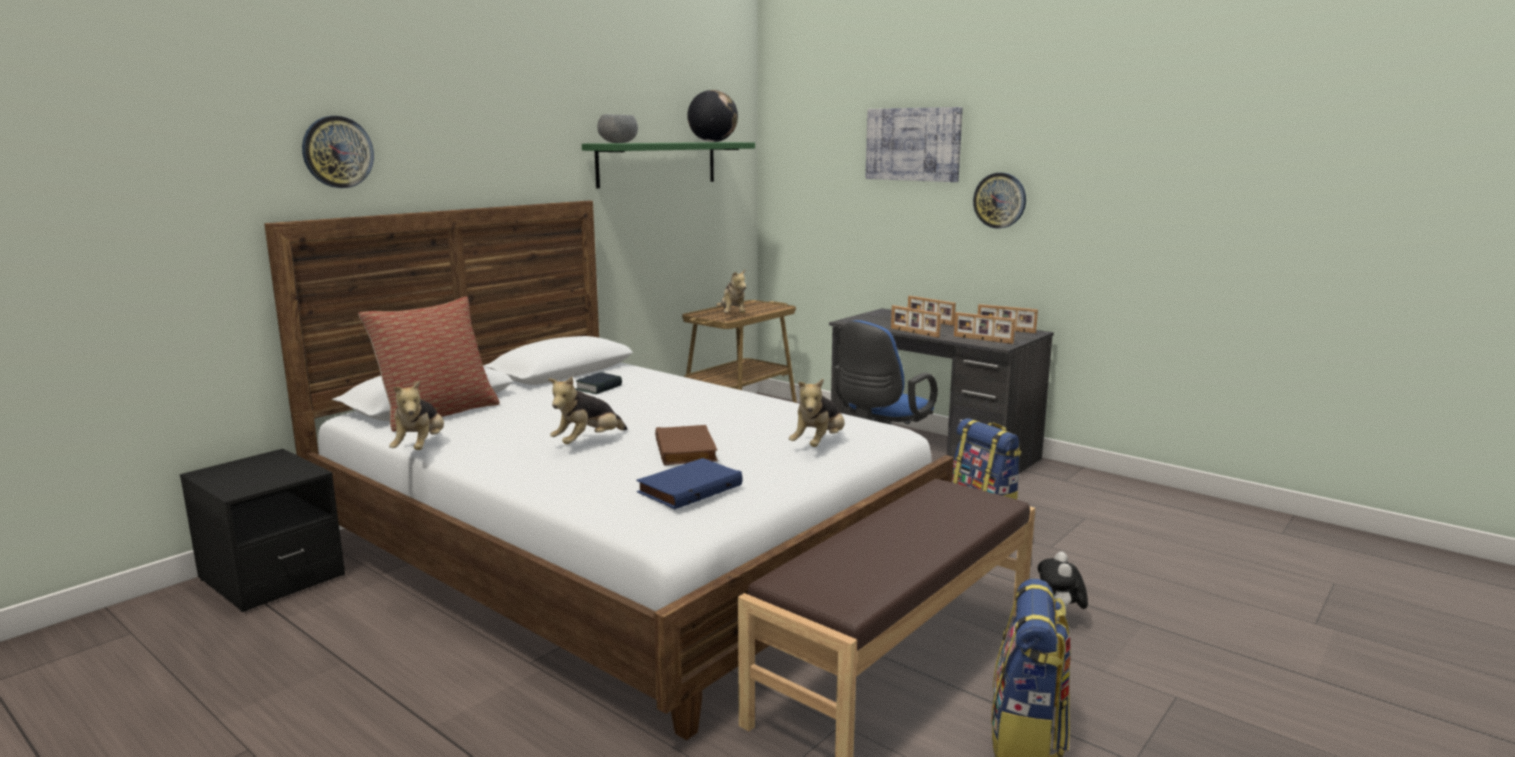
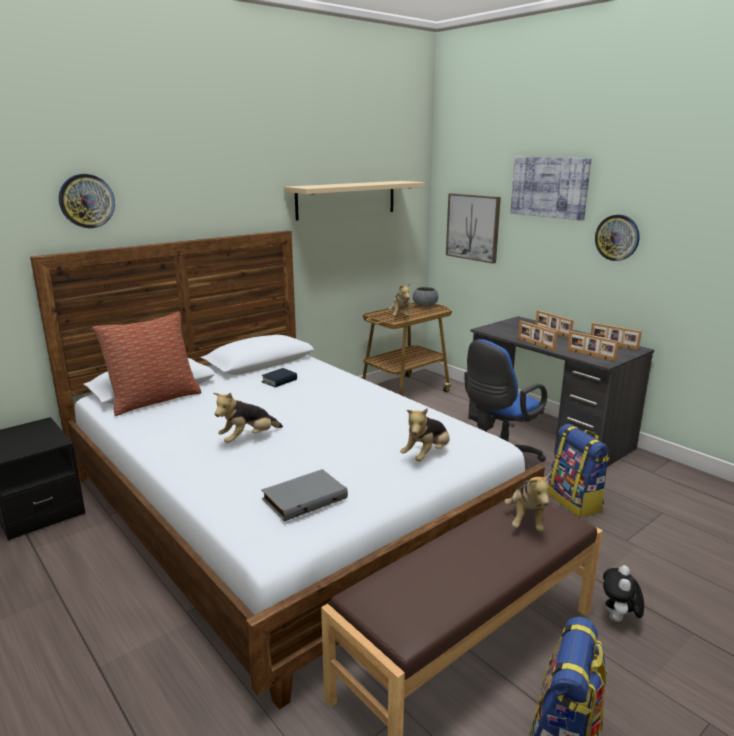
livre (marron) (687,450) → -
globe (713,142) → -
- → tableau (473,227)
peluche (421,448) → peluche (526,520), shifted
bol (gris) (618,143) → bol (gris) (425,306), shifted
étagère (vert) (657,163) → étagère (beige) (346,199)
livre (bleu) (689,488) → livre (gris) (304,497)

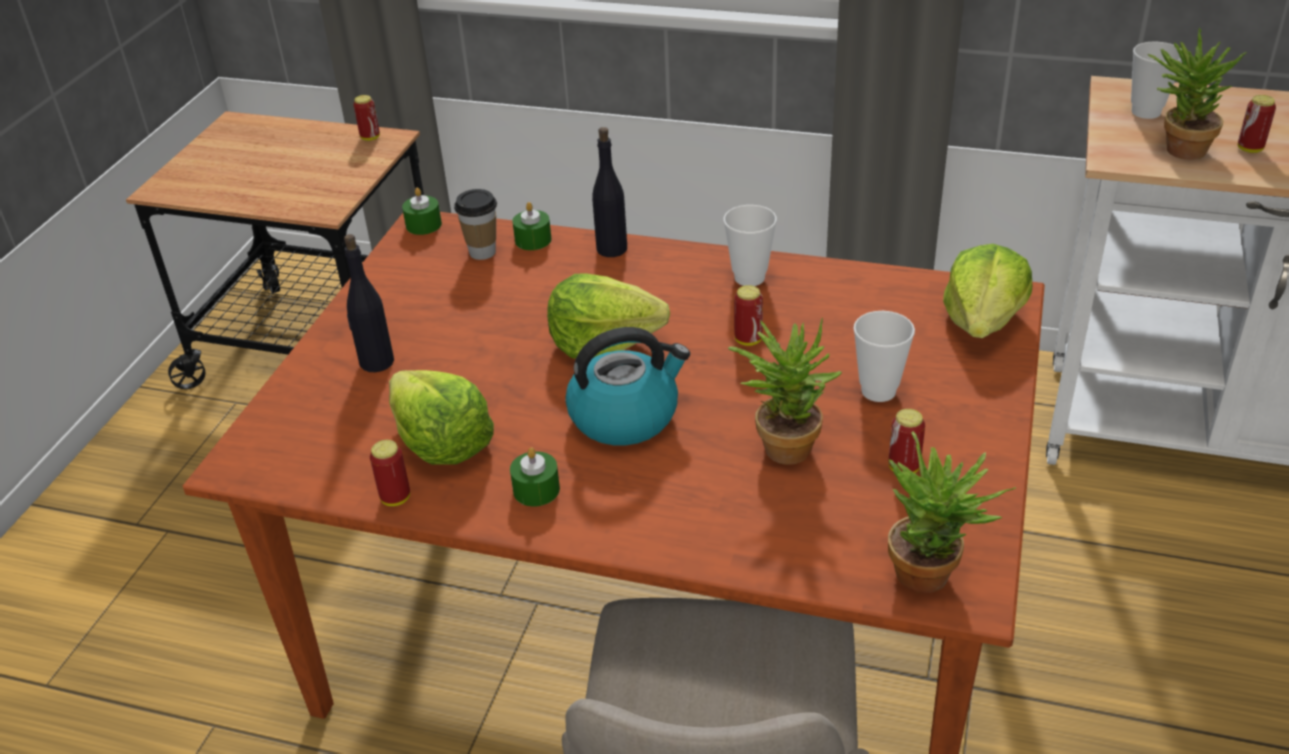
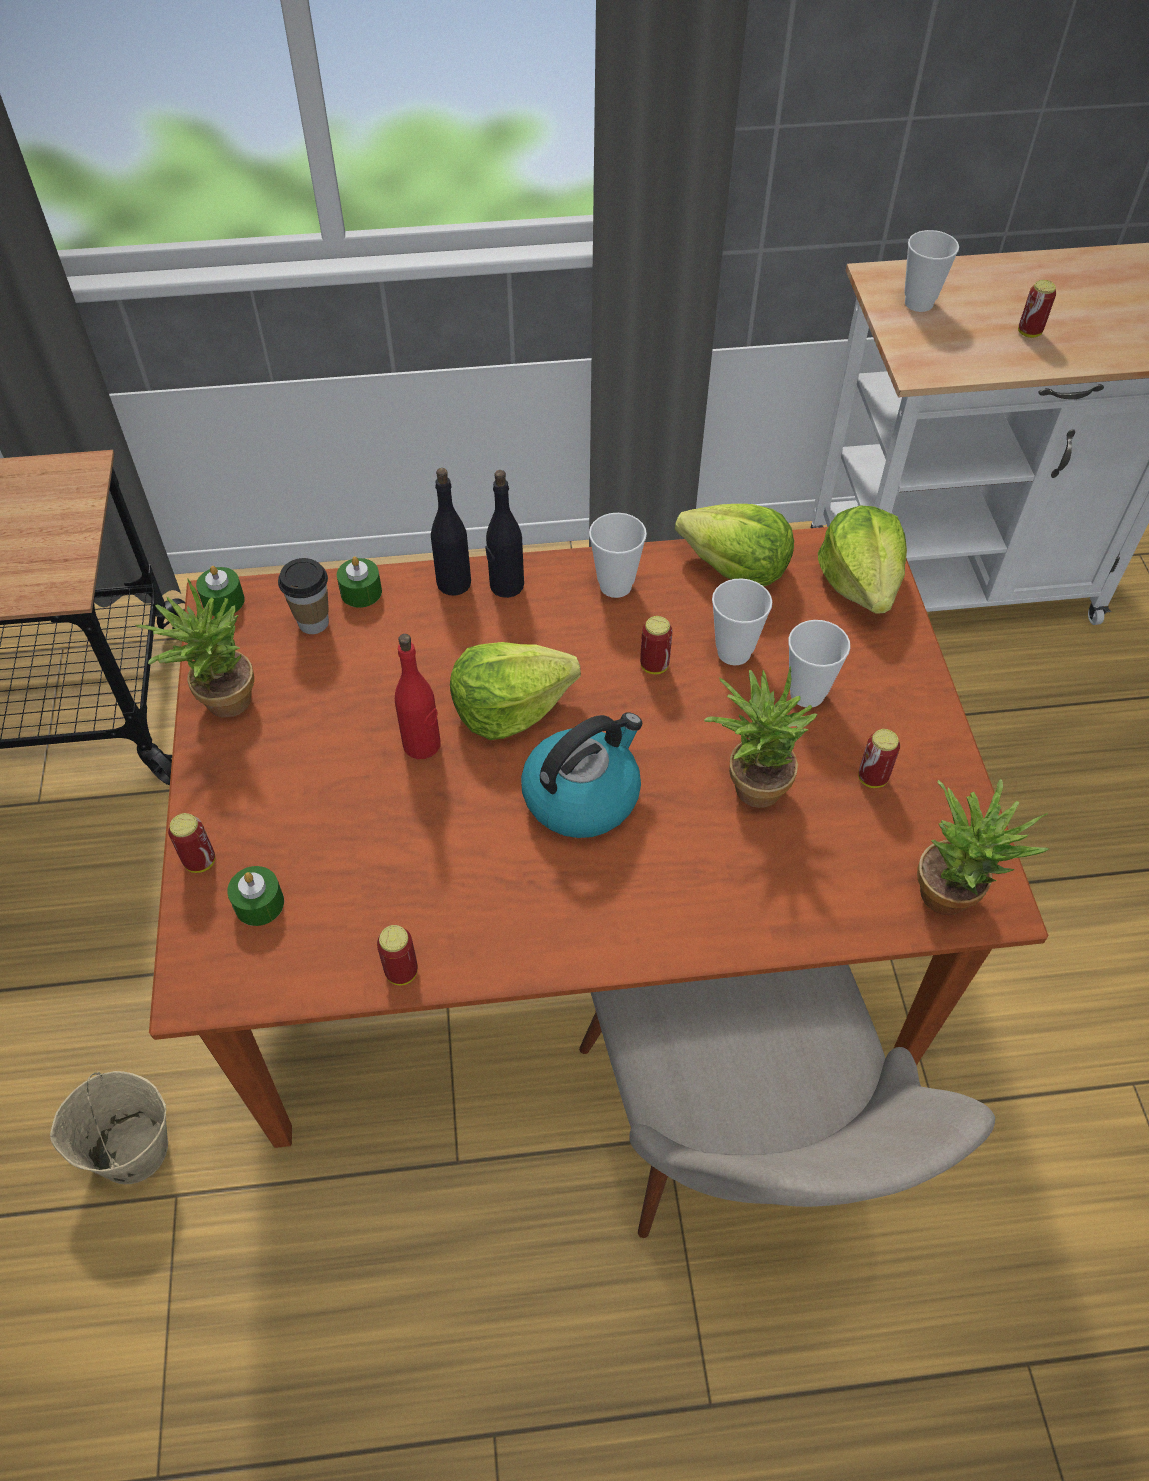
- → seau (beige) (131,1150)
- → bouteille (rouge) (422,745)
- → tasse (734,652)
bouteille (noir) (376,362) → bouteille (noir) (506,585), shifted
boîte métallique (370,137) → boîte métallique (200,861), shifted
laitue (441,443) → laitue (735,568), shifted
bougie (vert) (536,490) → bougie (vert) (259,904), shifted
plante en pot (1177,149) → plante en pot (219,700), shifted

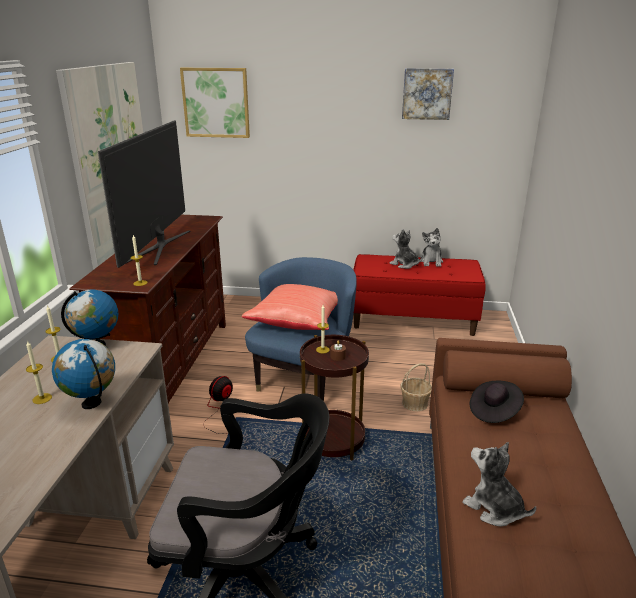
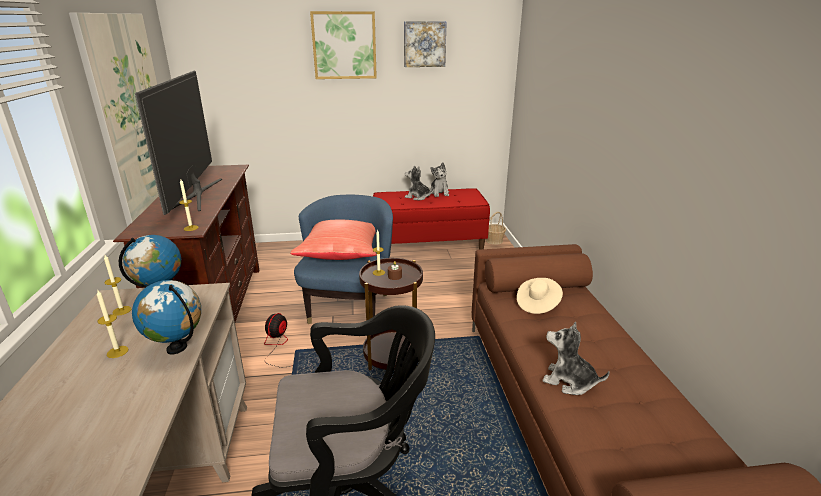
tableau (216,102) → tableau (344,45), shifted
panier (415,403) → panier (494,240), shifted
chapeau (noir) (494,411) → chapeau (beige) (537,304)

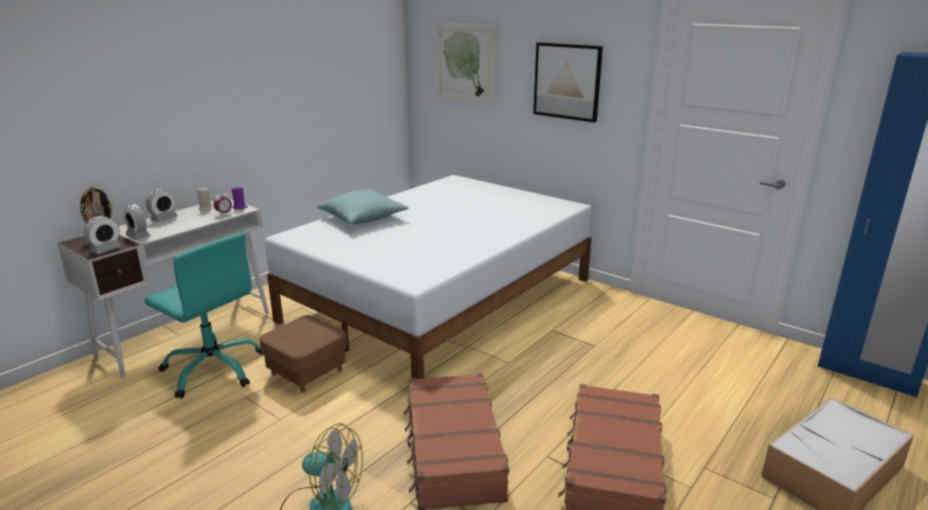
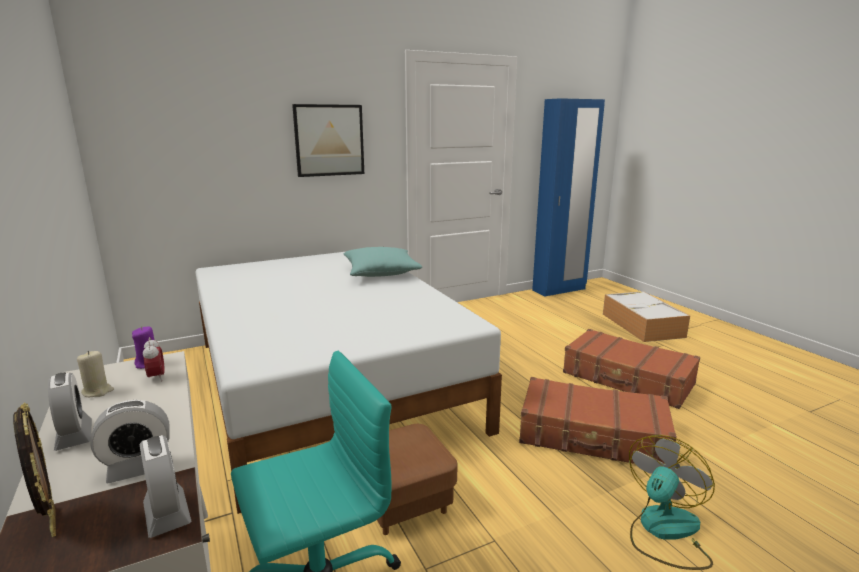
tableau (464,63) → -
coussin (turquoise) (363,218) → coussin (turquoise) (381,273), shifted

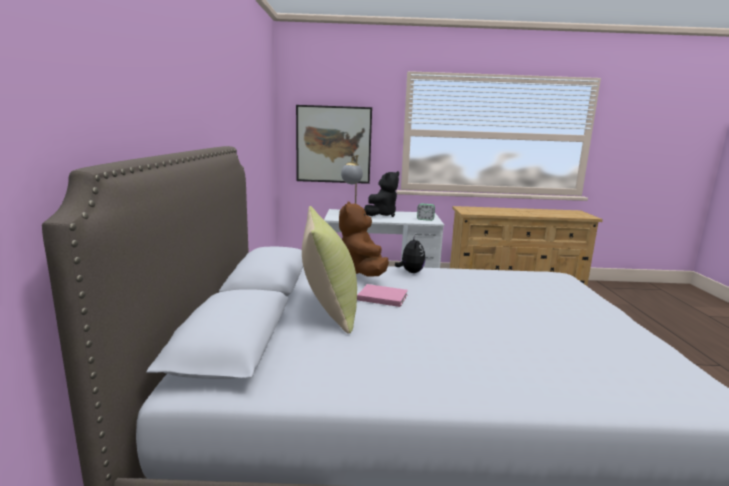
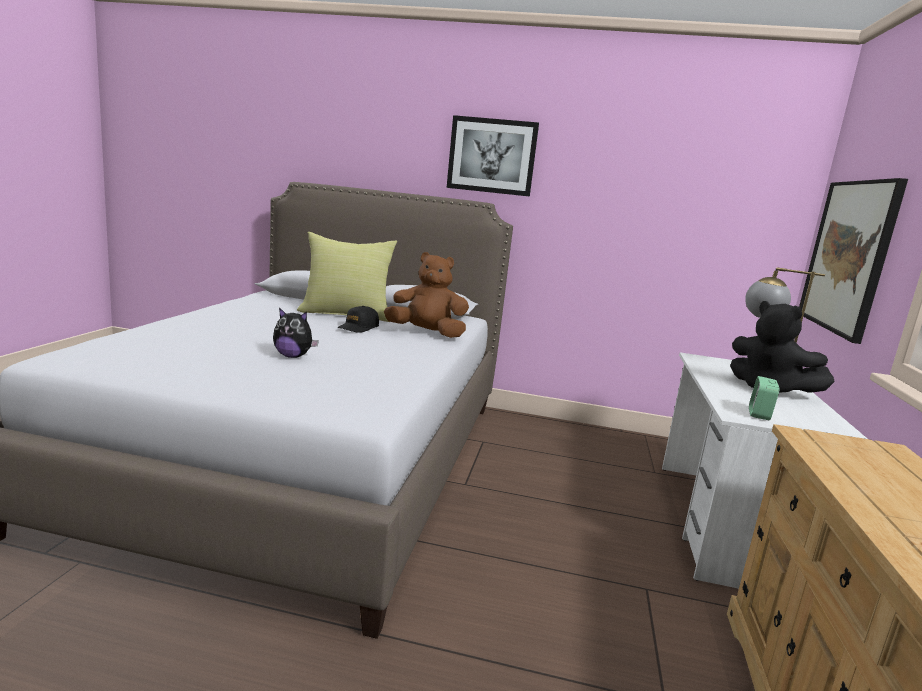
- → tableau (492,156)
peluche (410,272) → peluche (293,356), shifted
livre (rose) (381,297) → casquette (noir) (358,327)

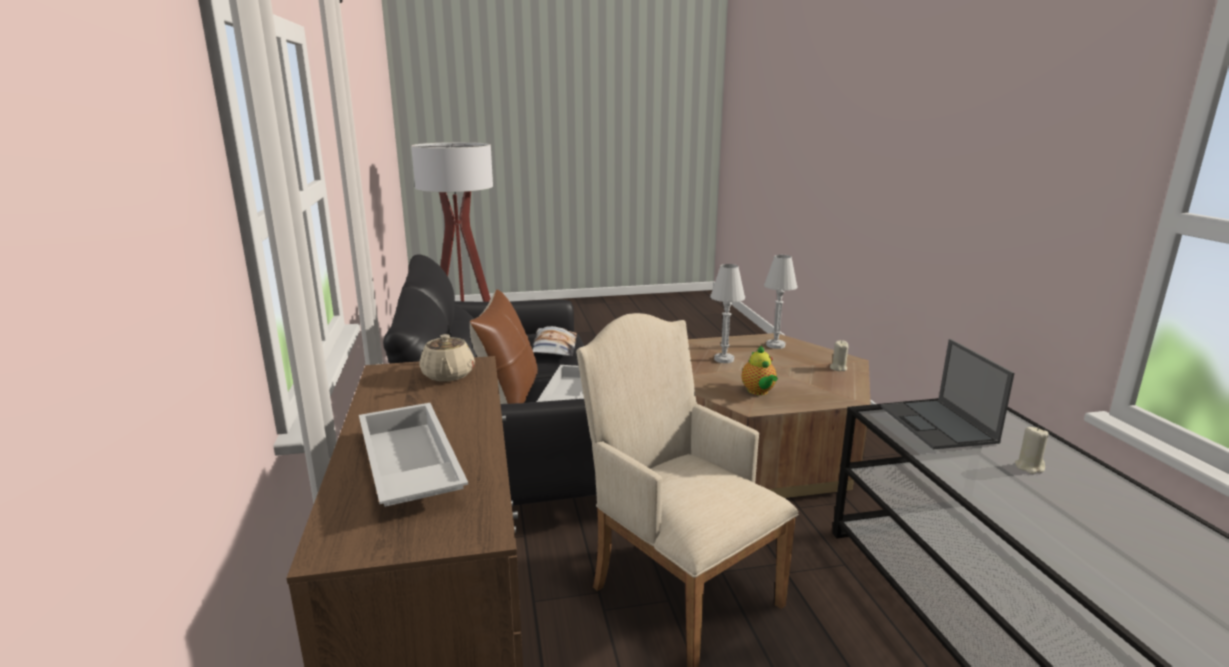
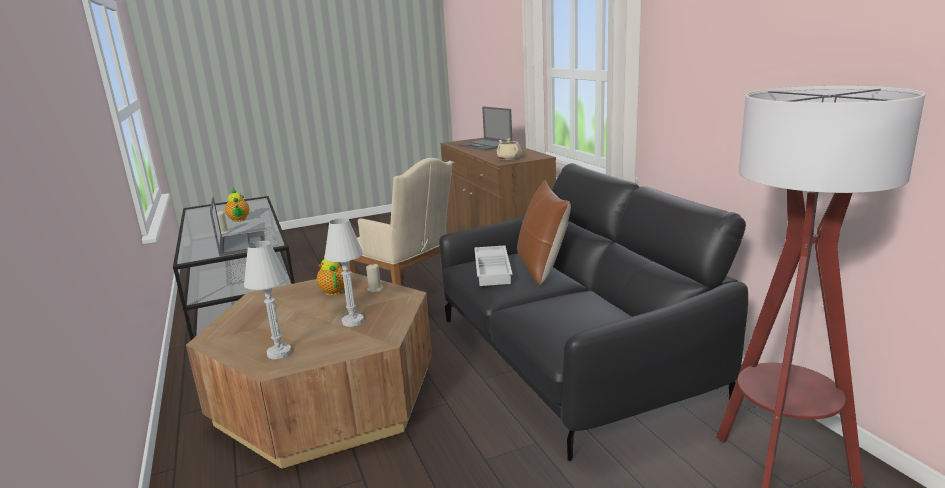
coussin (554,348) → -
- → théière (239,220)
bougie (beige) (838,368) → bougie (beige) (375,289), shifted
plateau (blanc) (407,467) → ordinateur portable (485,145)

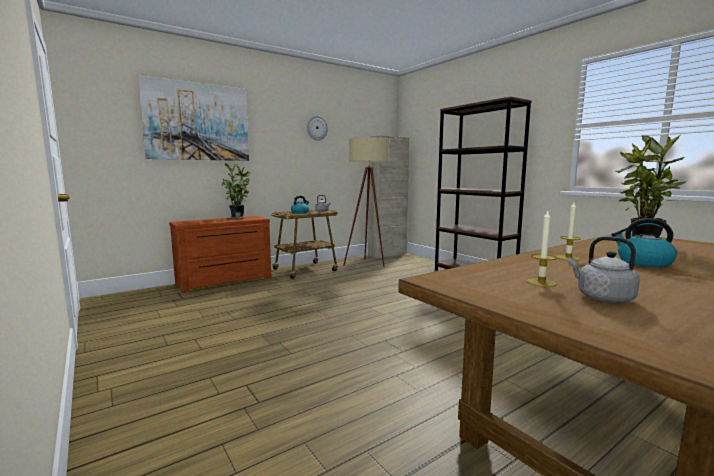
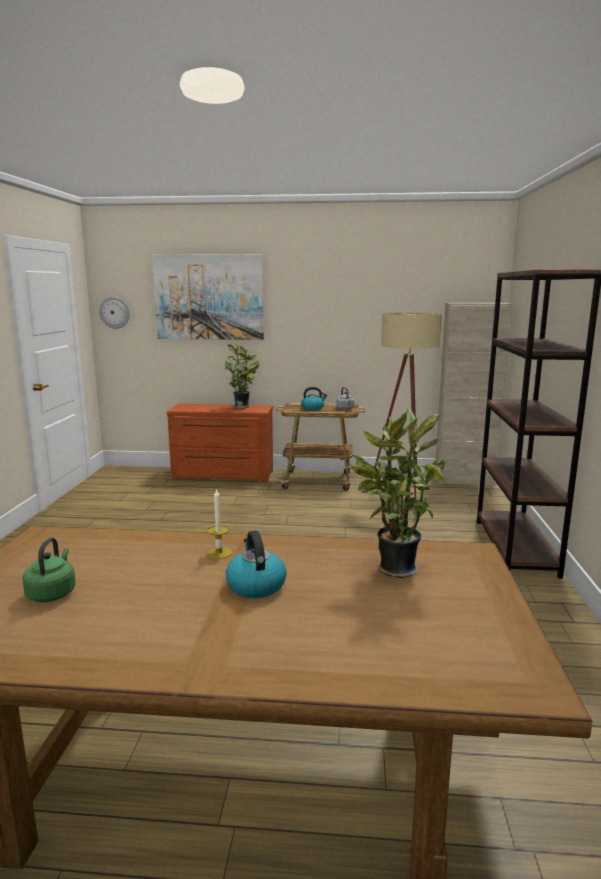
bougie (541,282) → -
horloge murale (317,128) → horloge murale (115,312), shifted
bouilloire (gris) (601,297) → bouilloire (vert) (52,593)

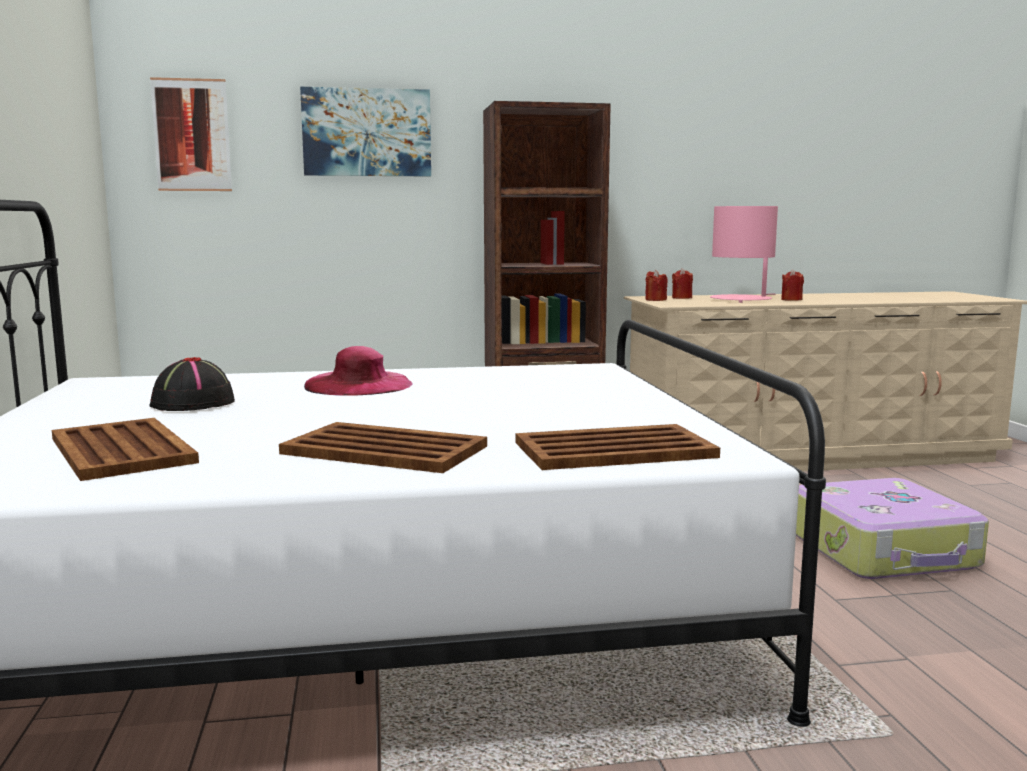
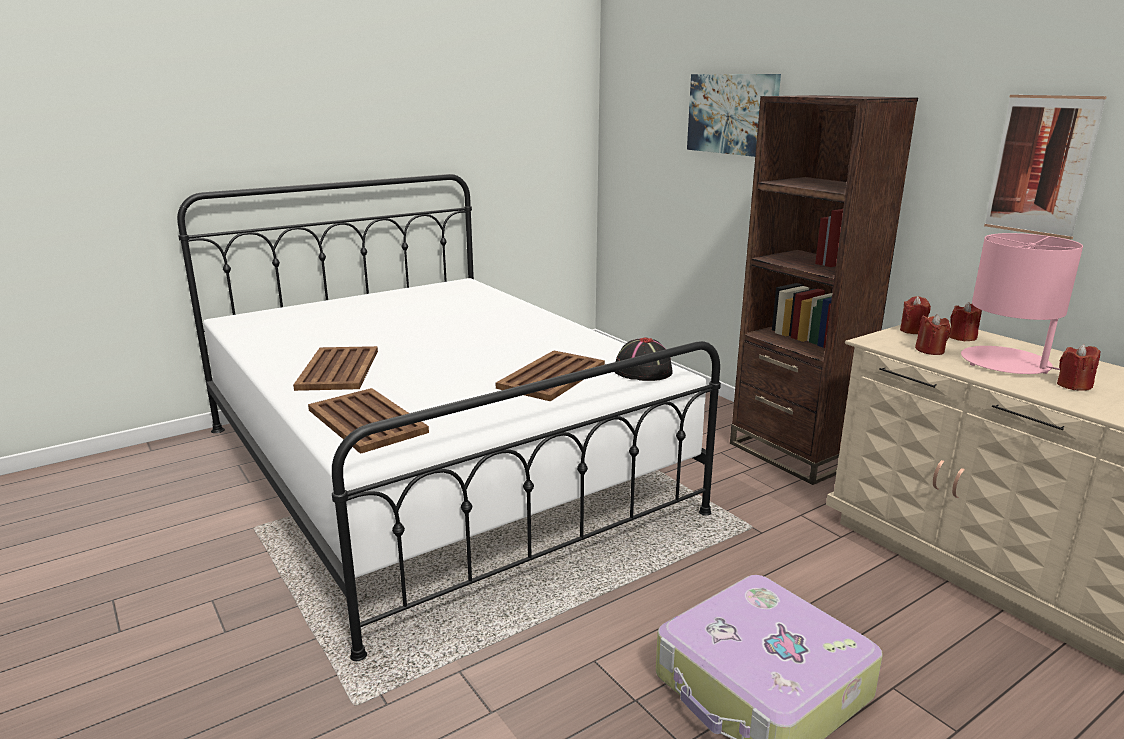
chapeau (rose) (358,384) → -
- → bougie (rouge) (930,350)
plateau (marron) (122,450) → plateau (marron) (553,376), shifted
chapeau (noir) (192,404) → chapeau (noir) (642,371), shifted
tableau (192,135) → tableau (1041,165), shifted

